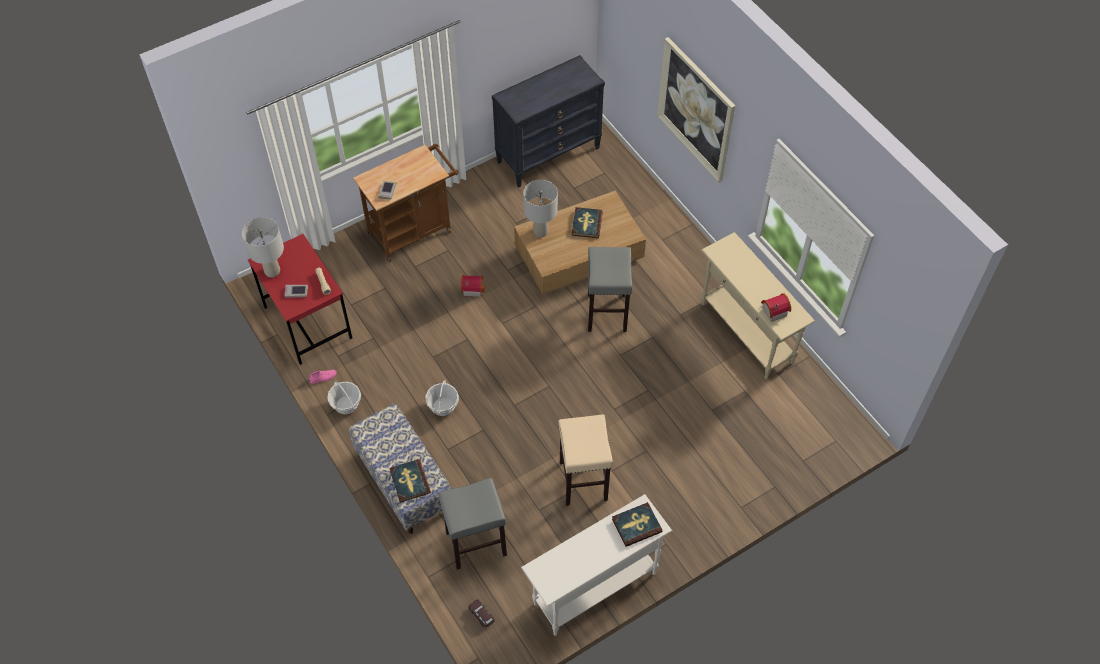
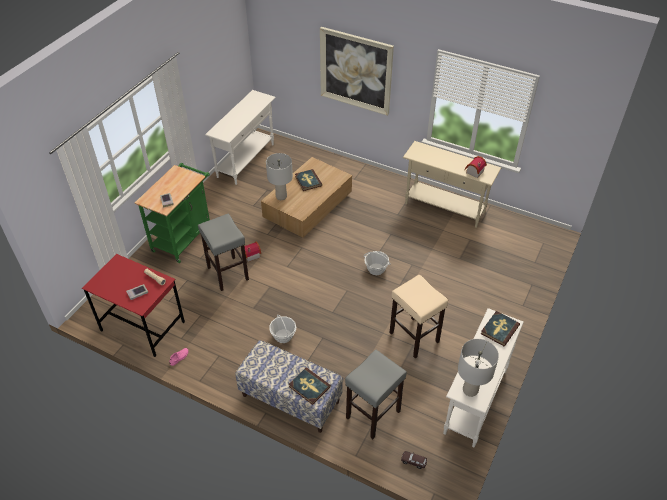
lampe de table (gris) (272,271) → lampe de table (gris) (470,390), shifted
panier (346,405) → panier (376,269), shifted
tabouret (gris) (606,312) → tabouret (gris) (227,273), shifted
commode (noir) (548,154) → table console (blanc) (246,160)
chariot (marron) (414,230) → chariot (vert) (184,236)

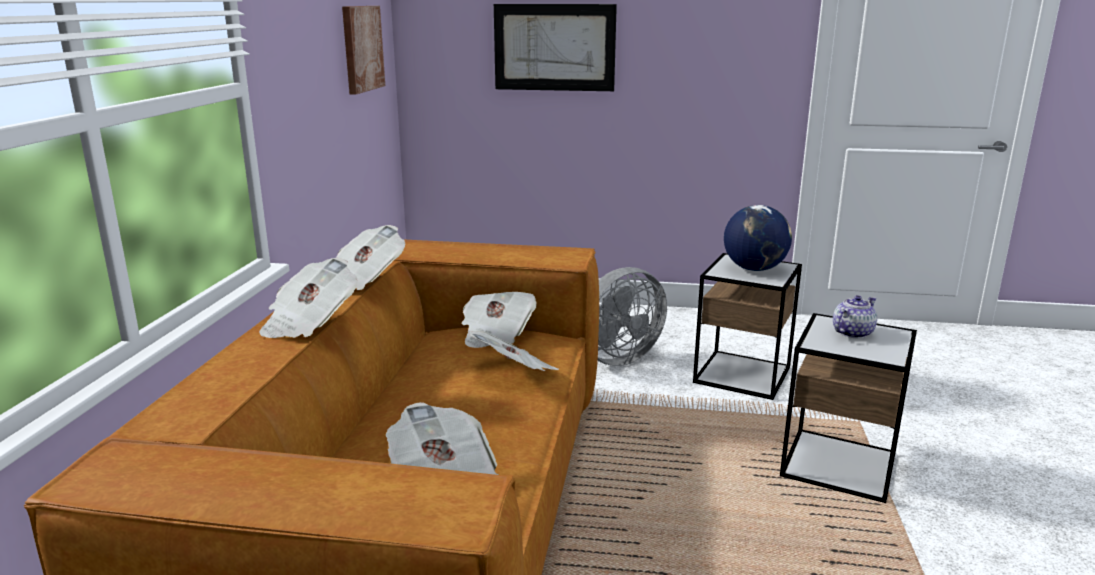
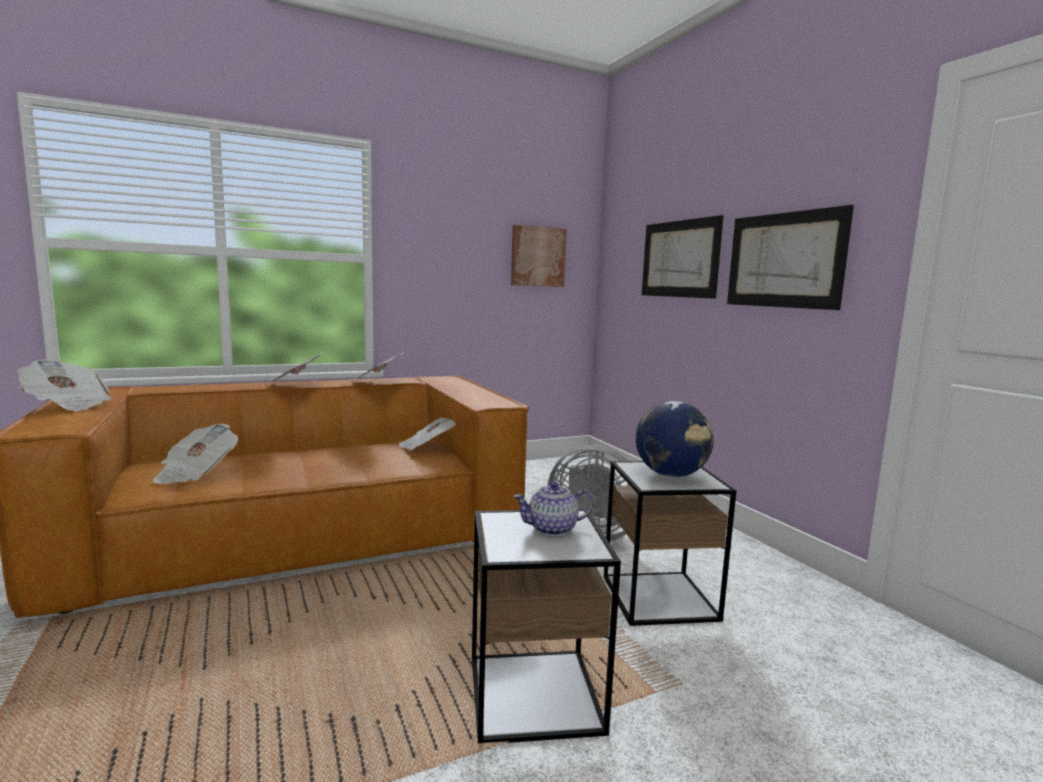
- → tableau (783,260)
journal (514,373) → journal (68,405), shifted
théière (851,333) → théière (553,529), 150 degrees clockwise

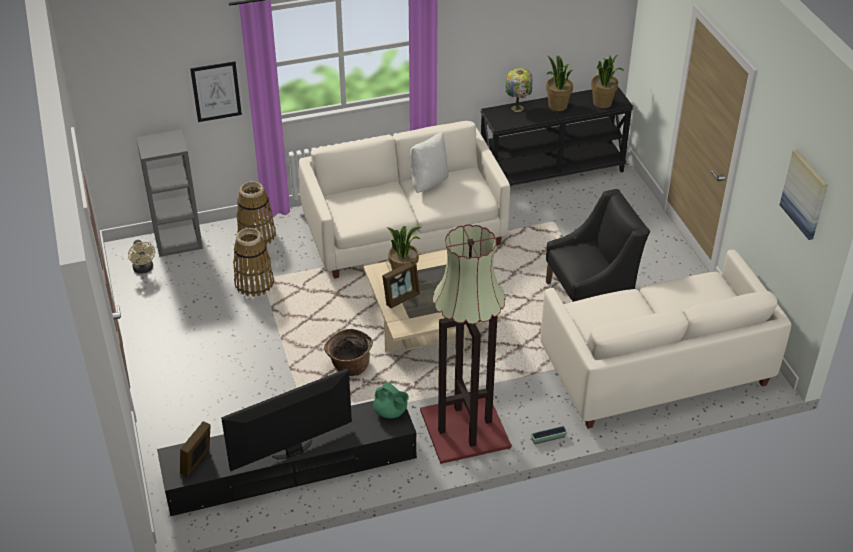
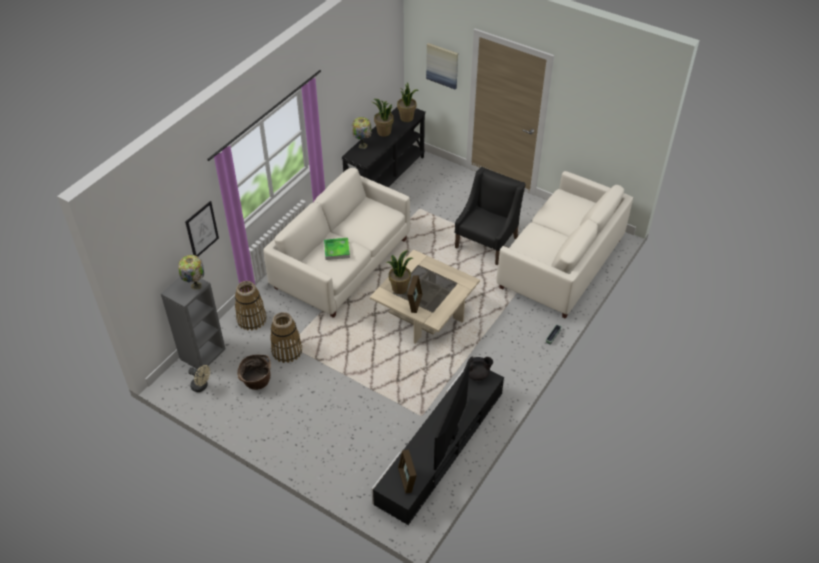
coussin (blanc) (428,183) → -
lampadaire (464,430) → -
- → lampe de table (195,286)
- → plateau (336,250)
panier (349,367) → panier (256,382), shifted
tableau (805,194) → tableau (442,65), shifted
théière (vert) (391,412) → théière (noir) (477,374)

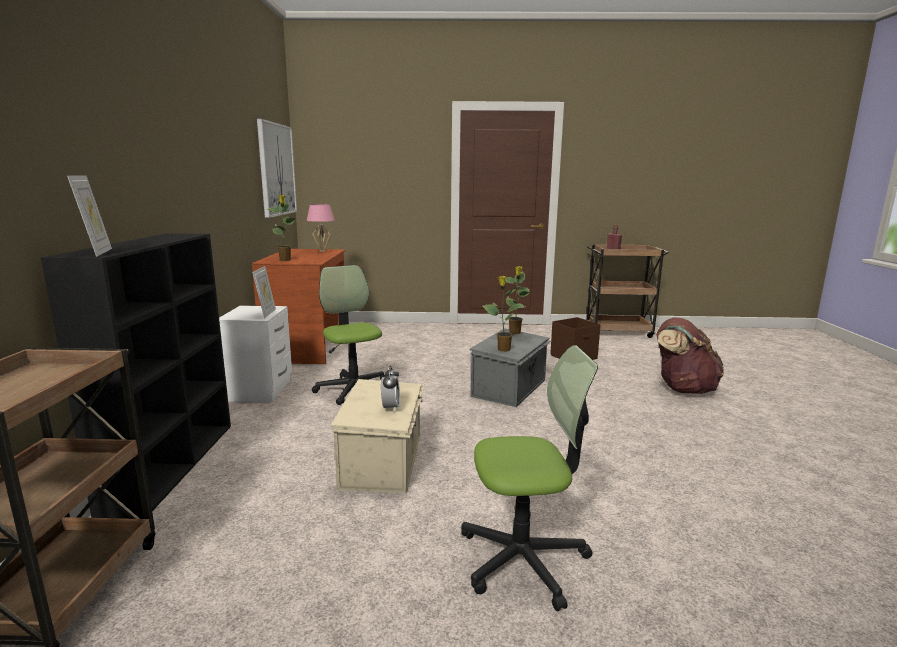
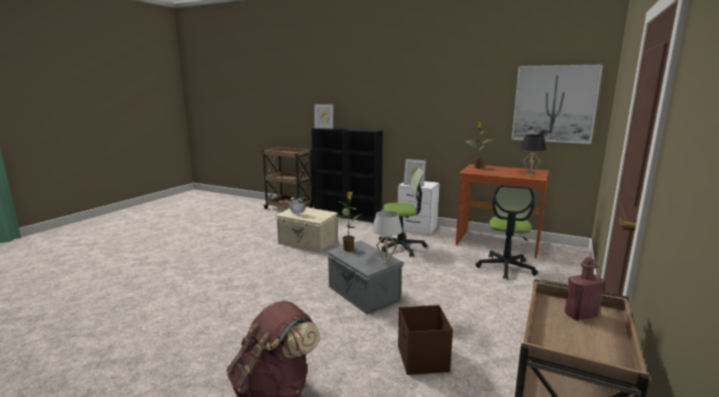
chaise de bureau (523,559) → chaise de bureau (505,268), shifted
plante en pot (515,333) → lampe de table (blanc) (386,262)
lampe de table (rose) (322,251) → lampe de table (noir) (530,175)

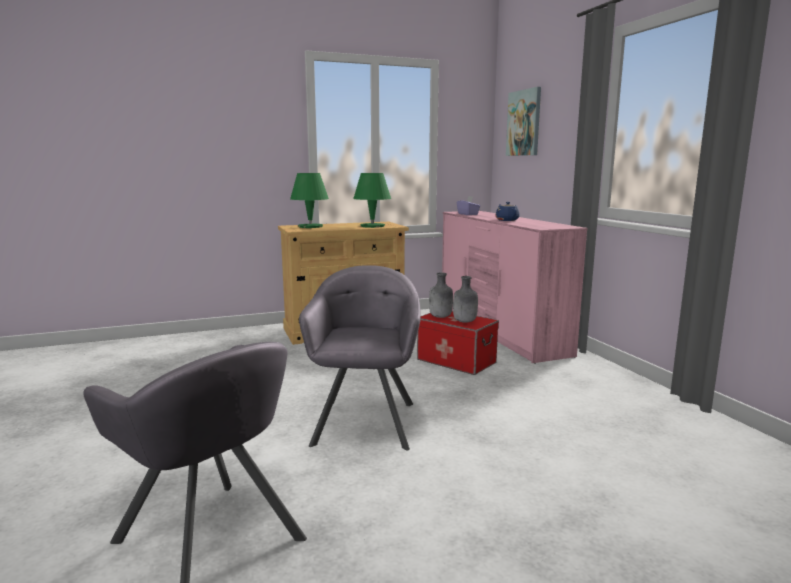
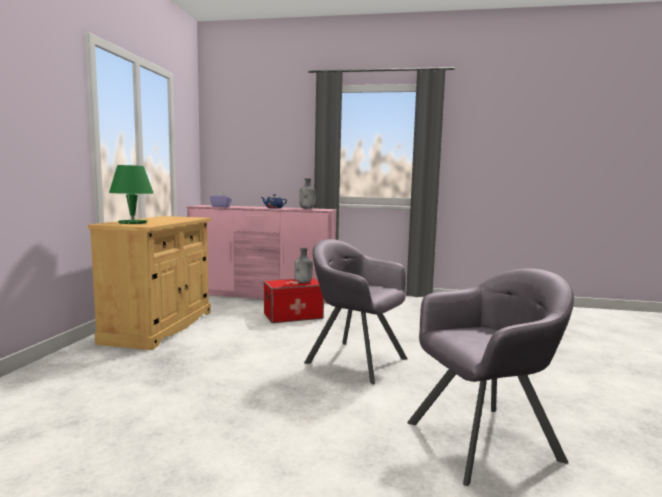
lampe de table (vert) (372,226) → -
tableau (524,123) → -
bouteille (gris) (440,317) → bouteille (gris) (307,208), shifted

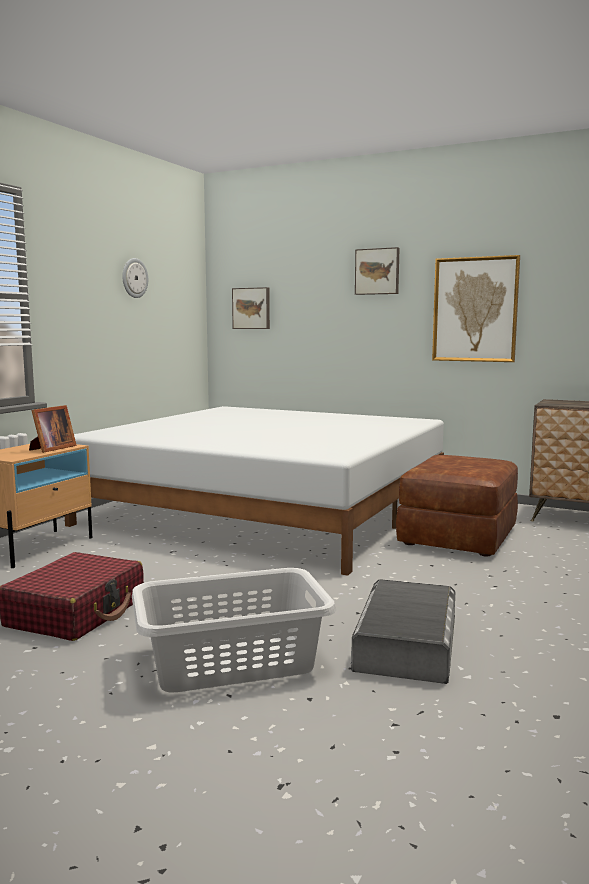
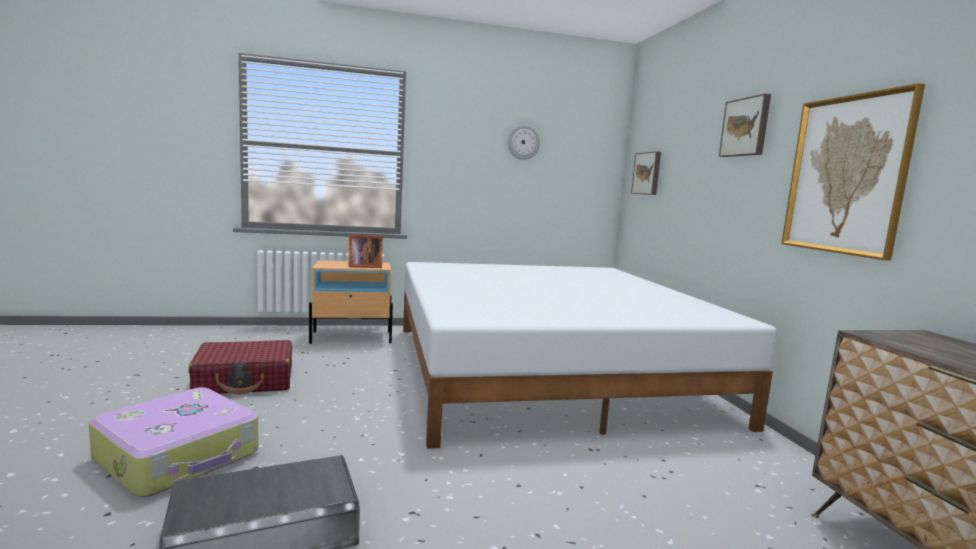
pouf (marron) (457,536) → -
panier à linge (gris) (231,661) → valise (180,456)

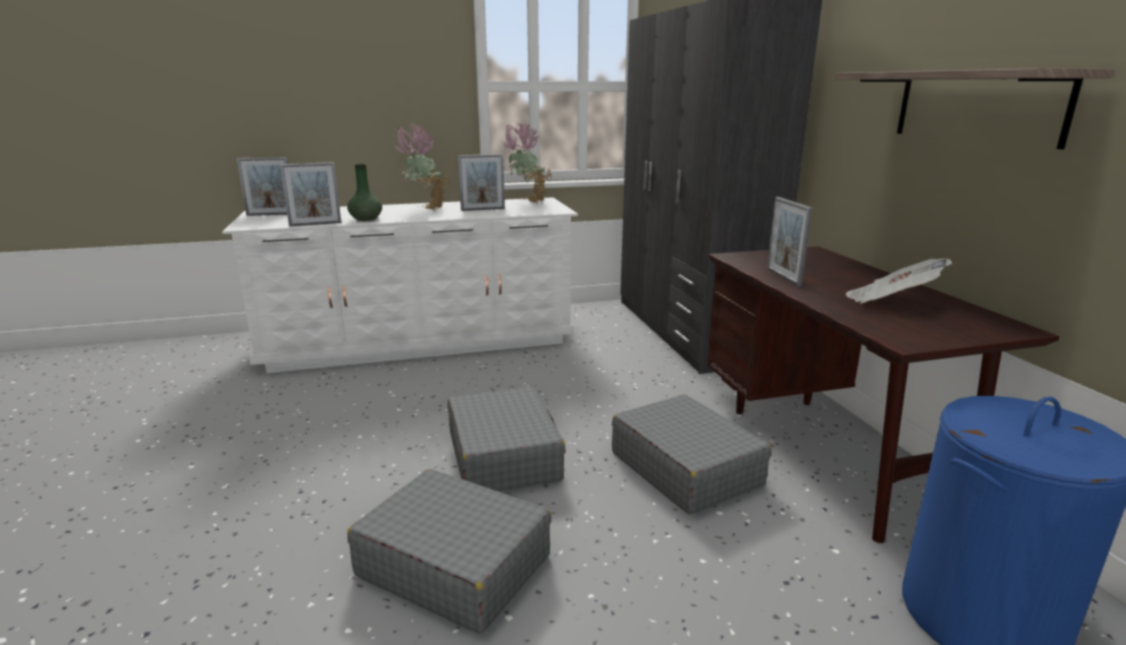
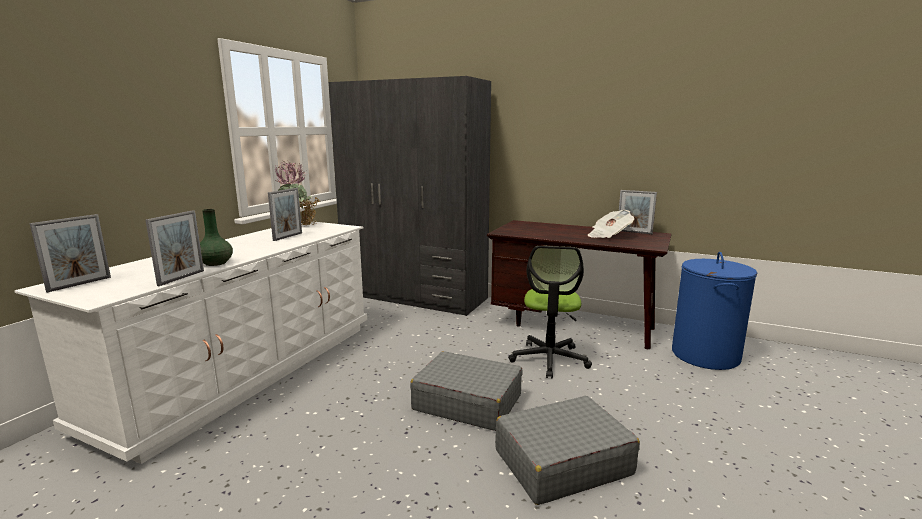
plante en pot (425,209) → -
étagère (977,106) → -
cadre photo (783,277) → cadre photo (634,232), shifted
valise (gris) (685,468) → chaise de bureau (549,359)

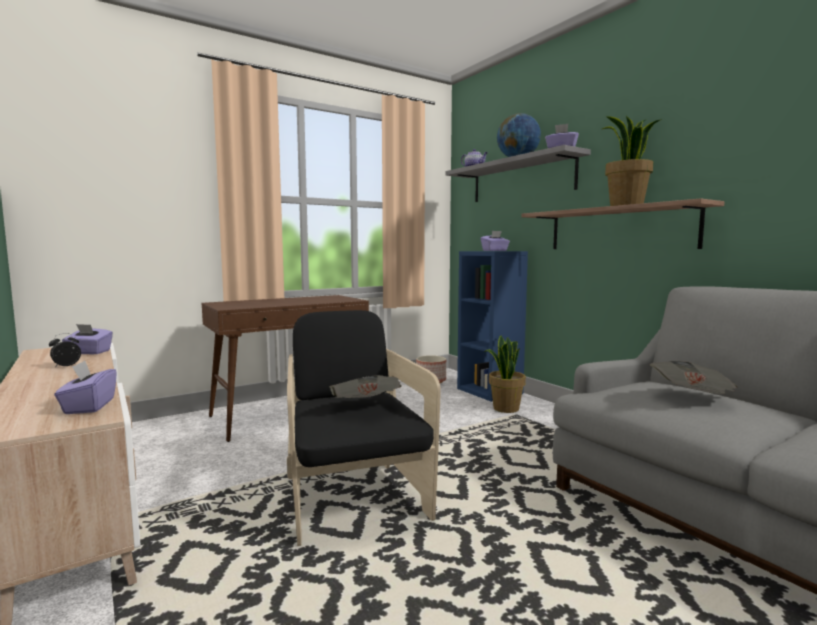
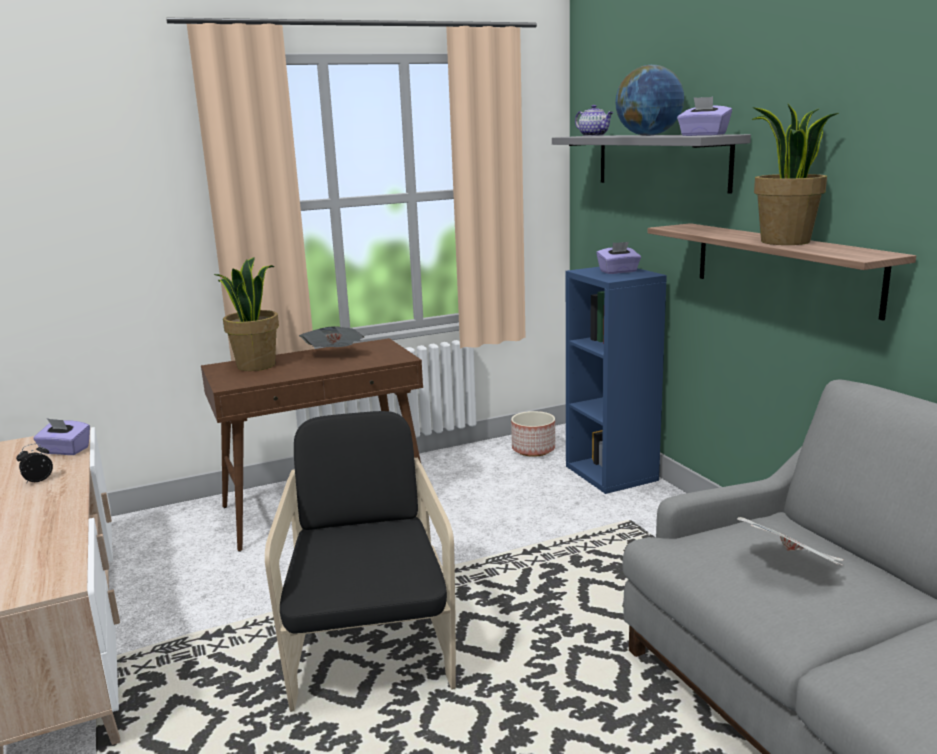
boîte à mouchoirs (violet) (89,406) → -
journal (365,407) → journal (334,355), shifted
plante en pot (505,408) → plante en pot (256,365), shifted

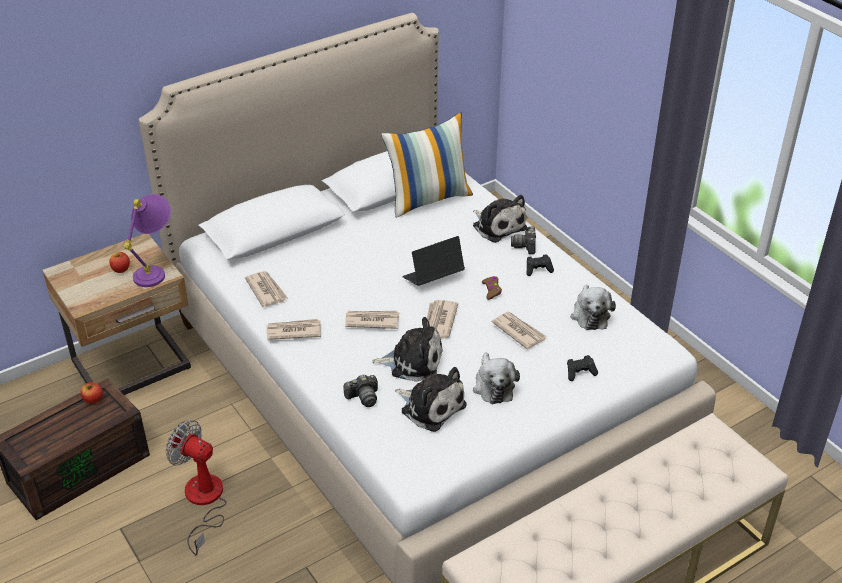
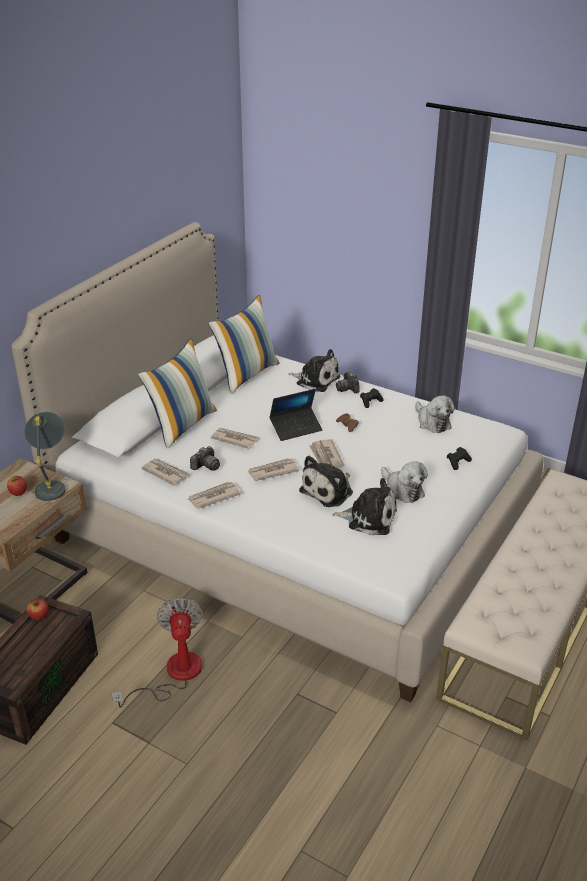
- → coussin (182,425)
appareil photo (363,397) → appareil photo (206,466), shifted
journal (518,331) → journal (234,439), shifted
lampe de table (violet) (156,270) → lampe de table (gris) (52,484)
ventilateur (203,502) → ventilateur (173,675), 75 degrees clockwise
peluche (413,362) → peluche (329,491), 150 degrees clockwise
ordinateur portable (433,278) → ordinateur portable (296,428), 150 degrees counterclockwise

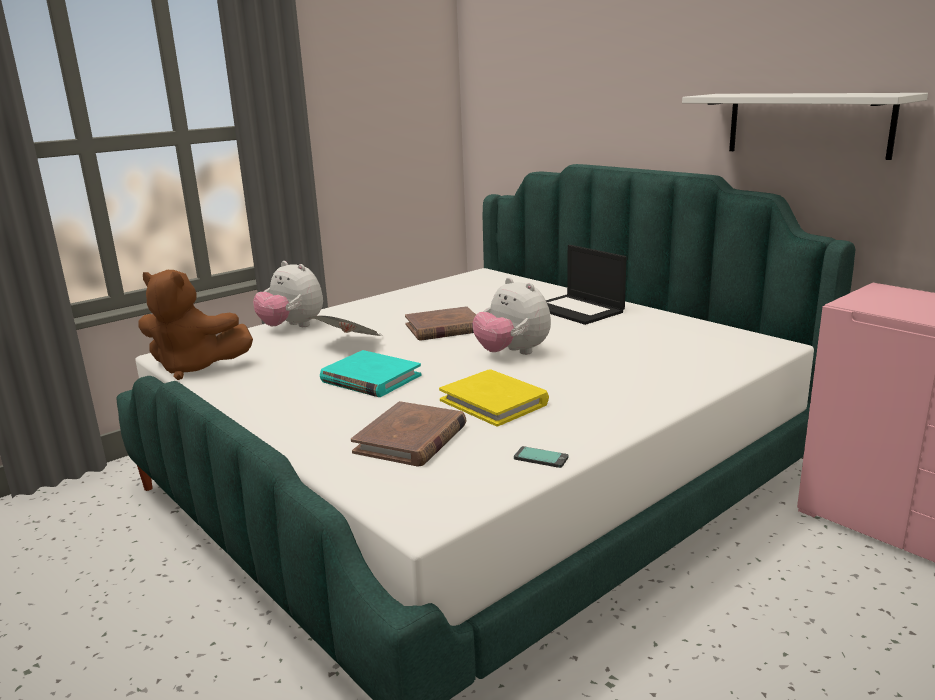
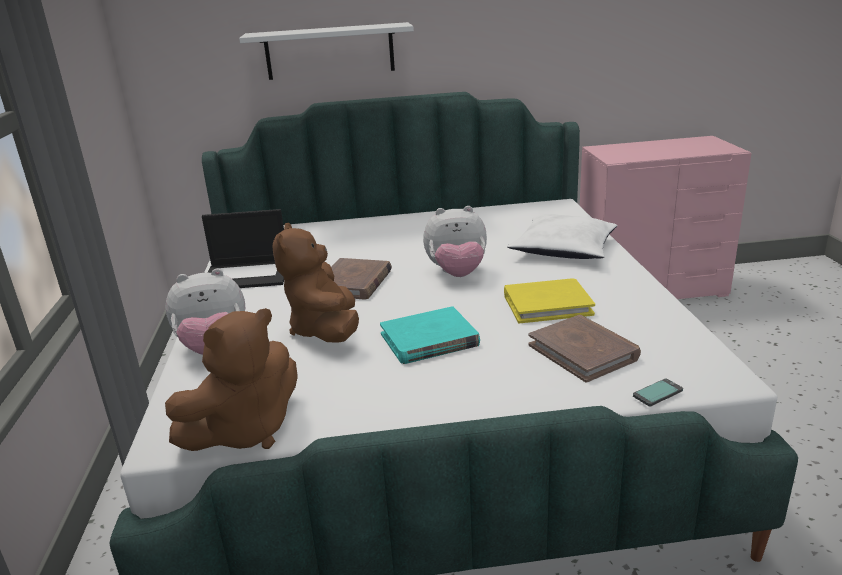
- → coussin (blanc) (565,249)
téléphone (541,458) → téléphone (657,393), shifted
ordinateur portable (578,310) → ordinateur portable (247,275), shifted
étagère (blanc) (808,124) → étagère (blanc) (329,51), shifted
journal (351,345) → peluche (marron) (325,330)

